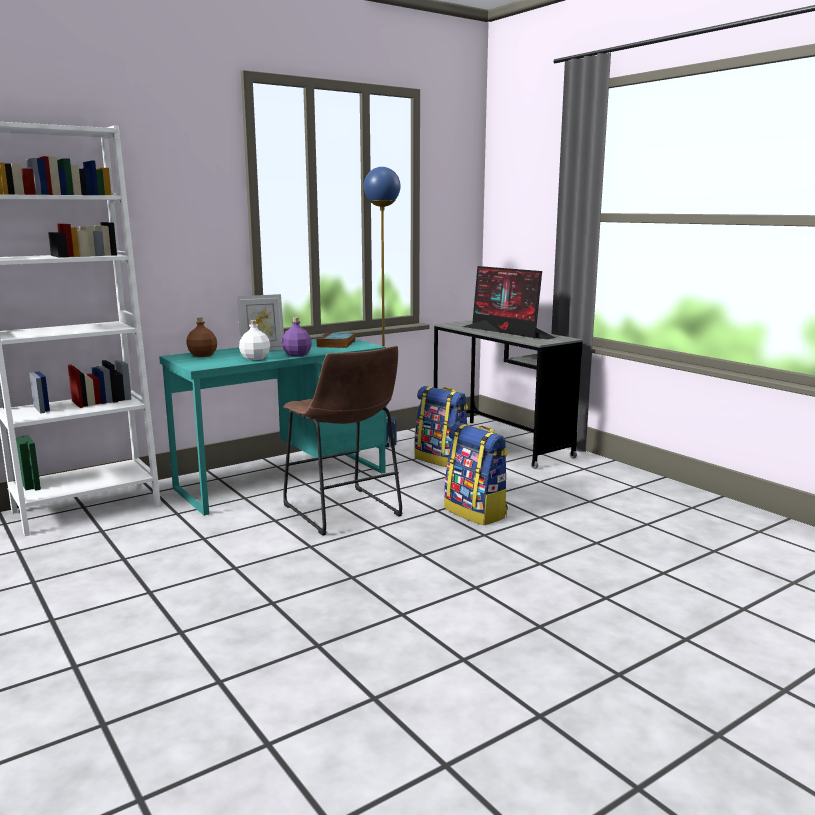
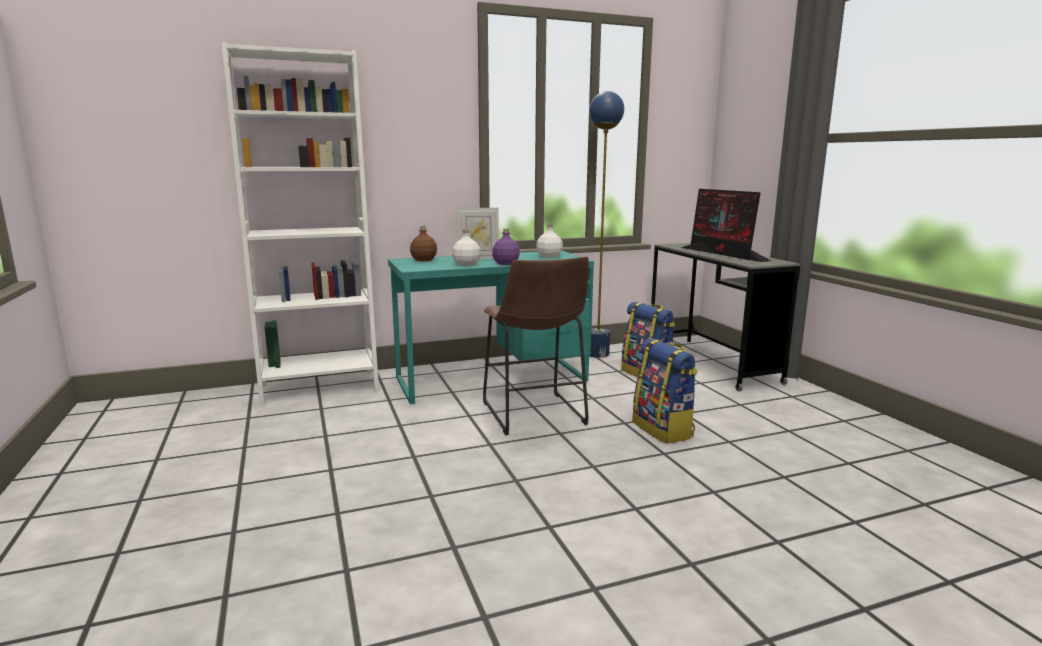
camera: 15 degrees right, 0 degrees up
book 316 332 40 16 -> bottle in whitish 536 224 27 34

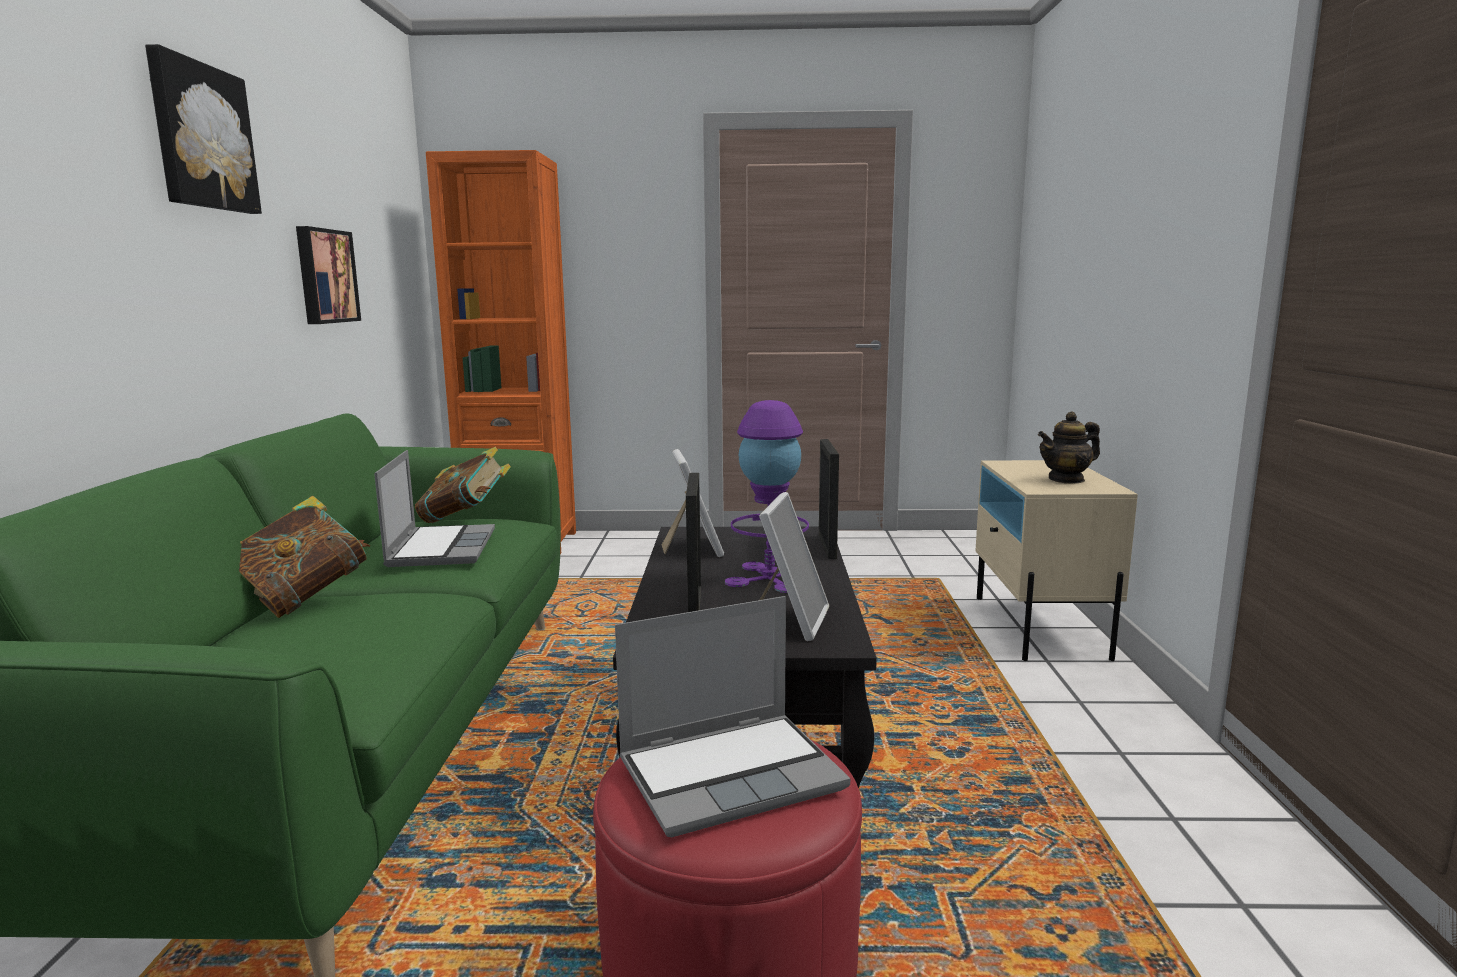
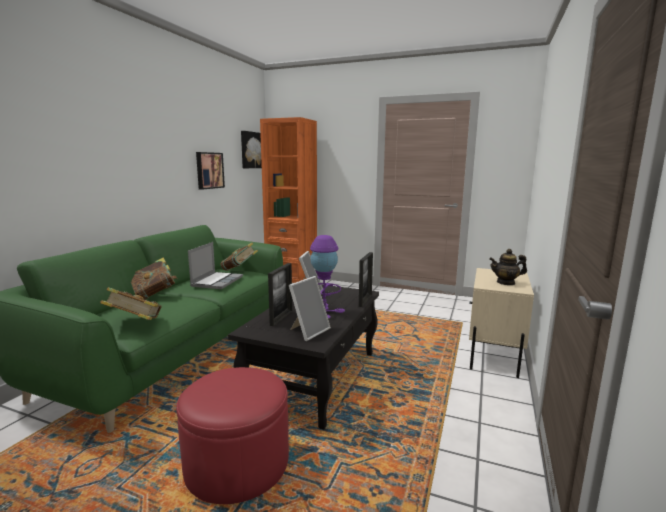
camera: 20 degrees right, 0 degrees up
wall art 145 44 117 170 -> wall art 241 131 21 37, moved
laptop 615 596 235 241 -> none
none -> book 100 287 62 33

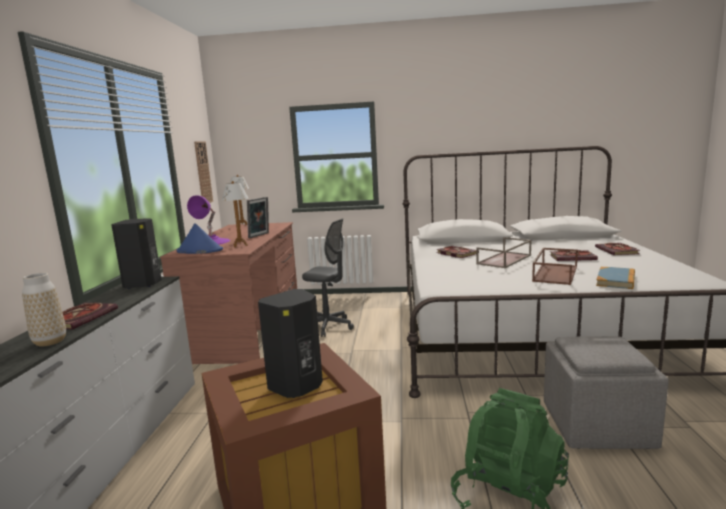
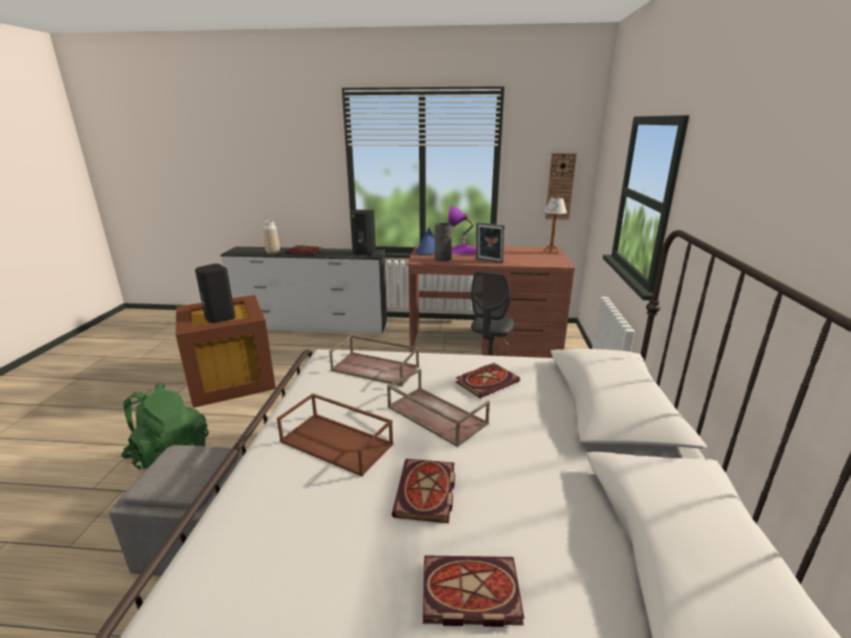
camera: 90 degrees right, 10 degrees up
lamp for a table 222 181 26 66 -> decorative vase in greyish 434 223 18 38
book 596 267 39 22 -> none
none -> carrying tray in brown-coloured 329 335 90 51

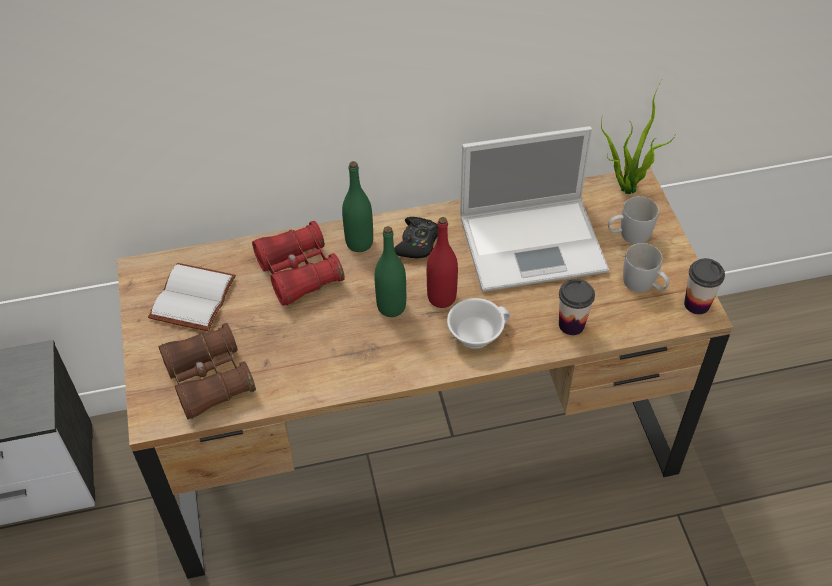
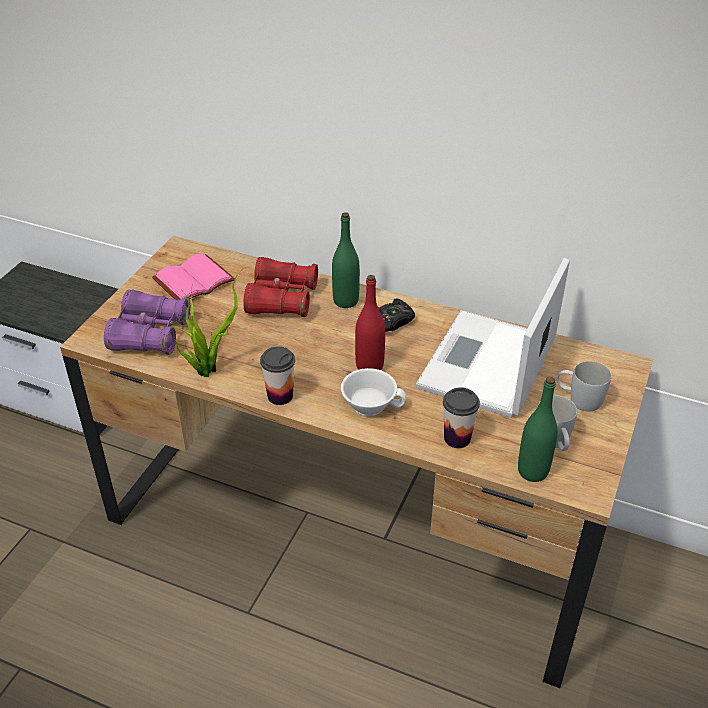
camera: 35 degrees right, 10 degrees down
houseplant 601 80 75 114 -> houseplant 174 270 68 107, moved
laptop 460 126 149 166 -> laptop 416 258 154 160, 90 degrees clockwise
bottle in green-coloured 375 226 31 91 -> bottle in green-coloured 518 377 40 105, moved
drinking cup 684 258 41 57 -> drinking cup 260 346 35 59, moved
book in whitish 148 263 88 68 -> book in pink 152 253 83 47
field glasses in brown-coloured 158 323 98 96 -> field glasses in purple 104 290 87 65

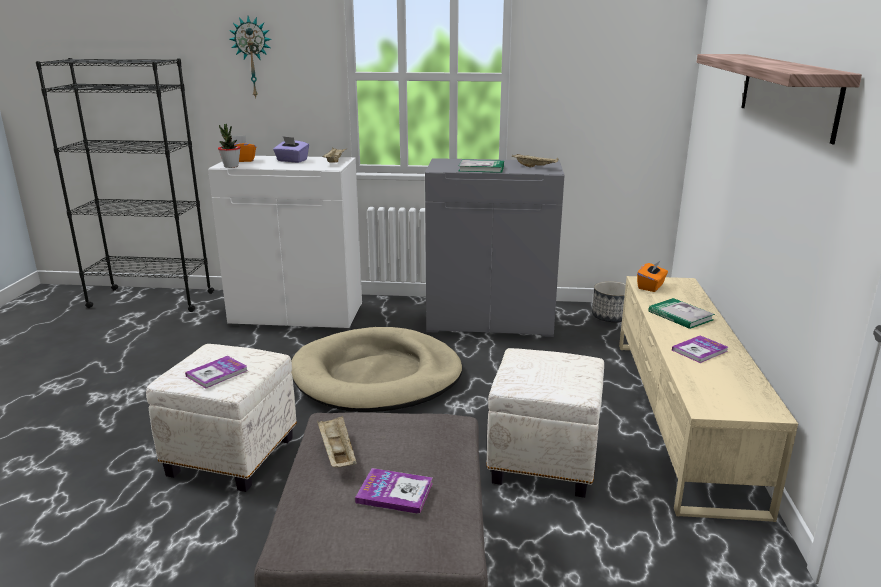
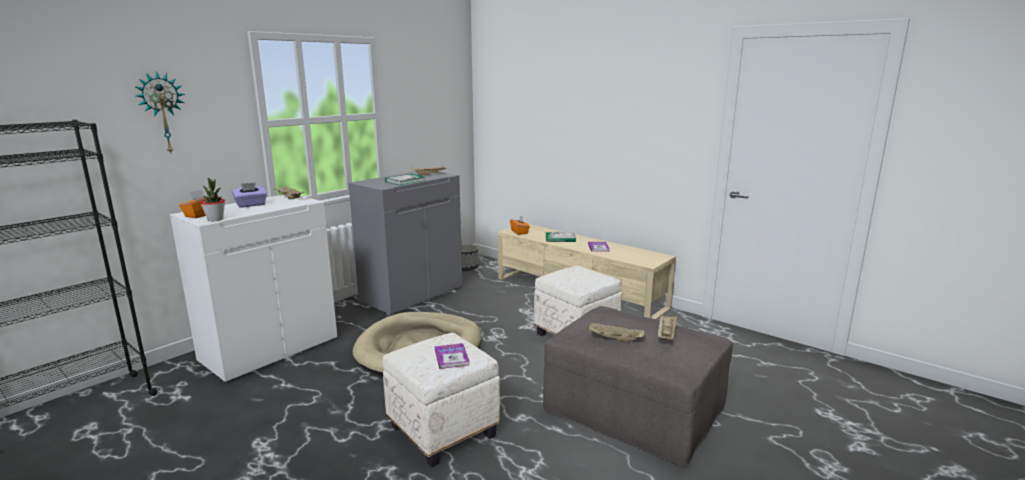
camera: 55 degrees left, 5 degrees down
wall shelf 697 54 165 90 -> none
book 355 468 78 46 -> carrying tray in sand-coloured 657 314 20 27

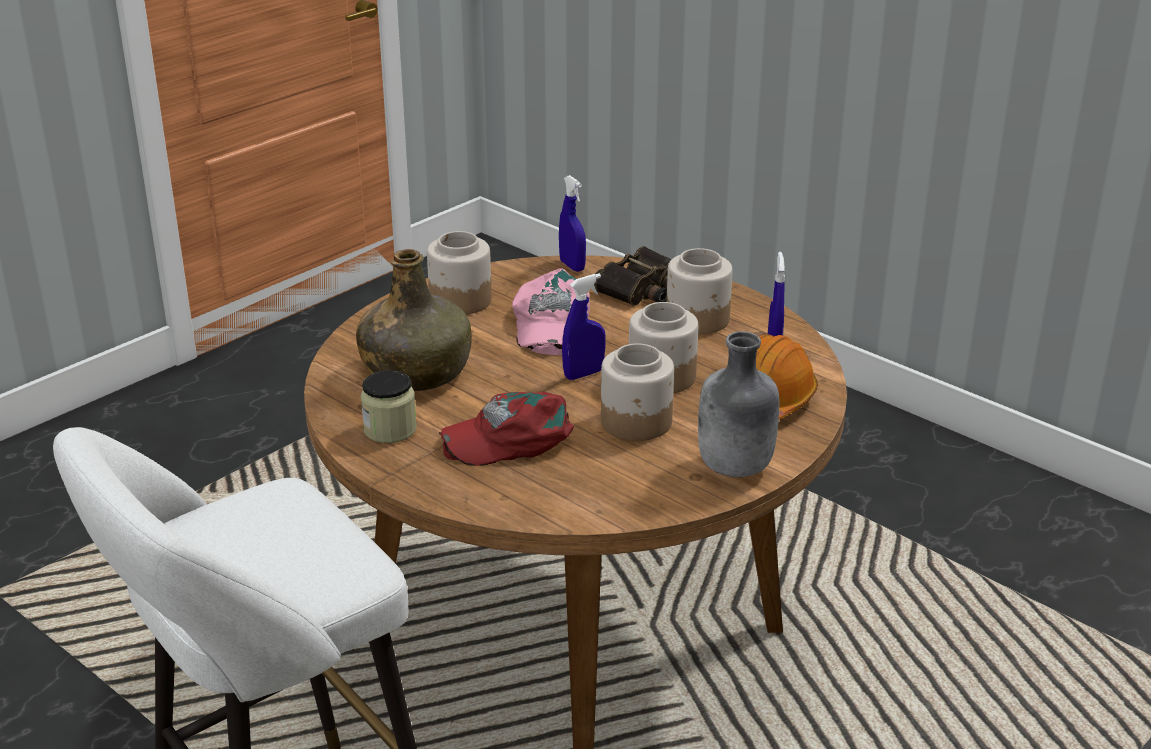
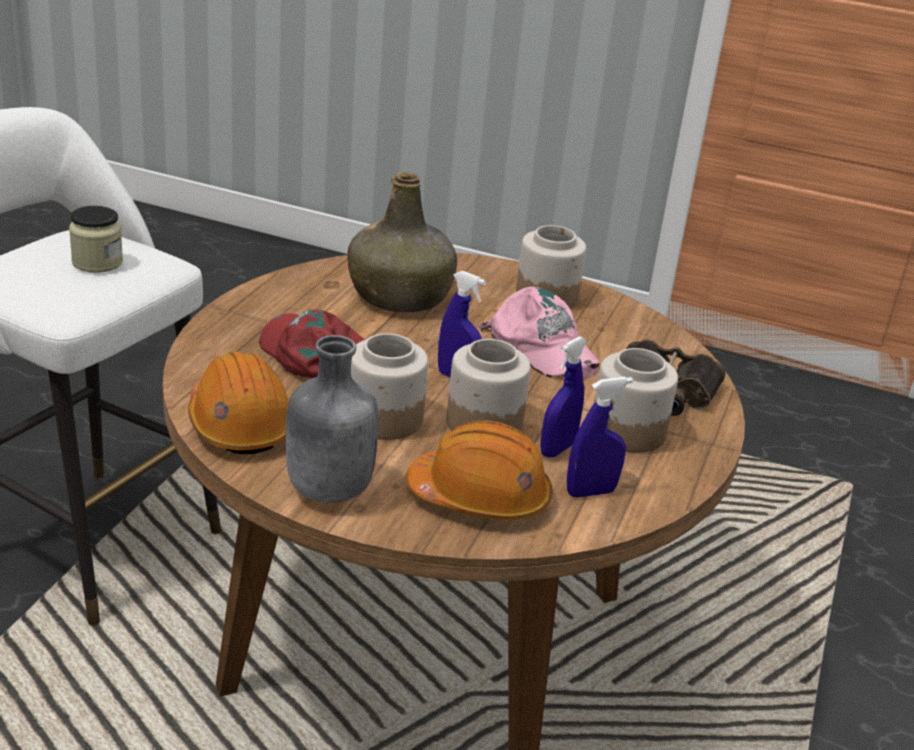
camera: 65 degrees right, 0 degrees up
sprayer in bluish 559 175 27 97 -> sprayer in bluish 540 336 47 122, moved
cap in pink 512 268 78 87 -> cap in pink 479 287 121 91, 105 degrees counterclockwise
preserve jar 361 370 56 73 -> preserve jar 69 206 54 67, moved
none -> work helmet in orangey 188 351 101 103

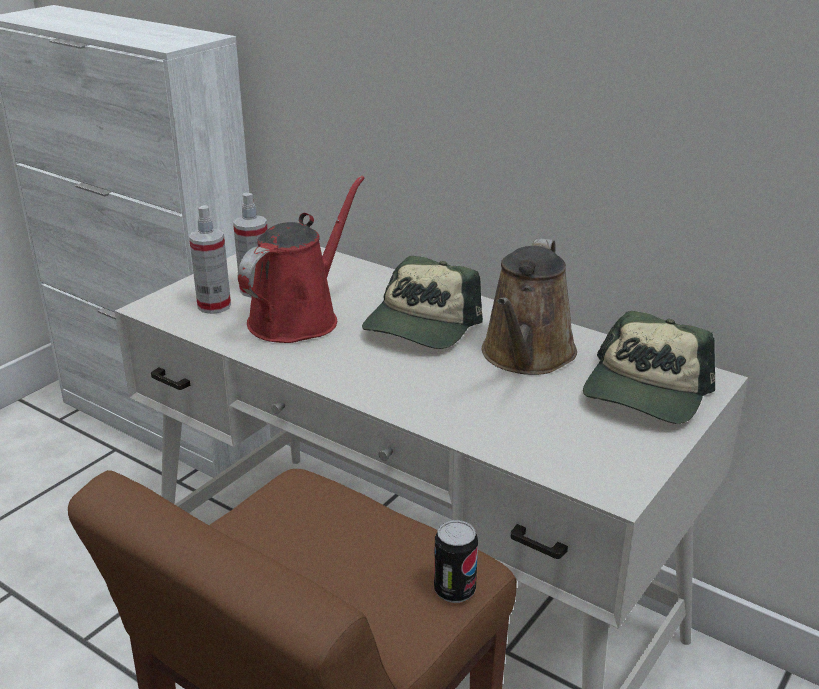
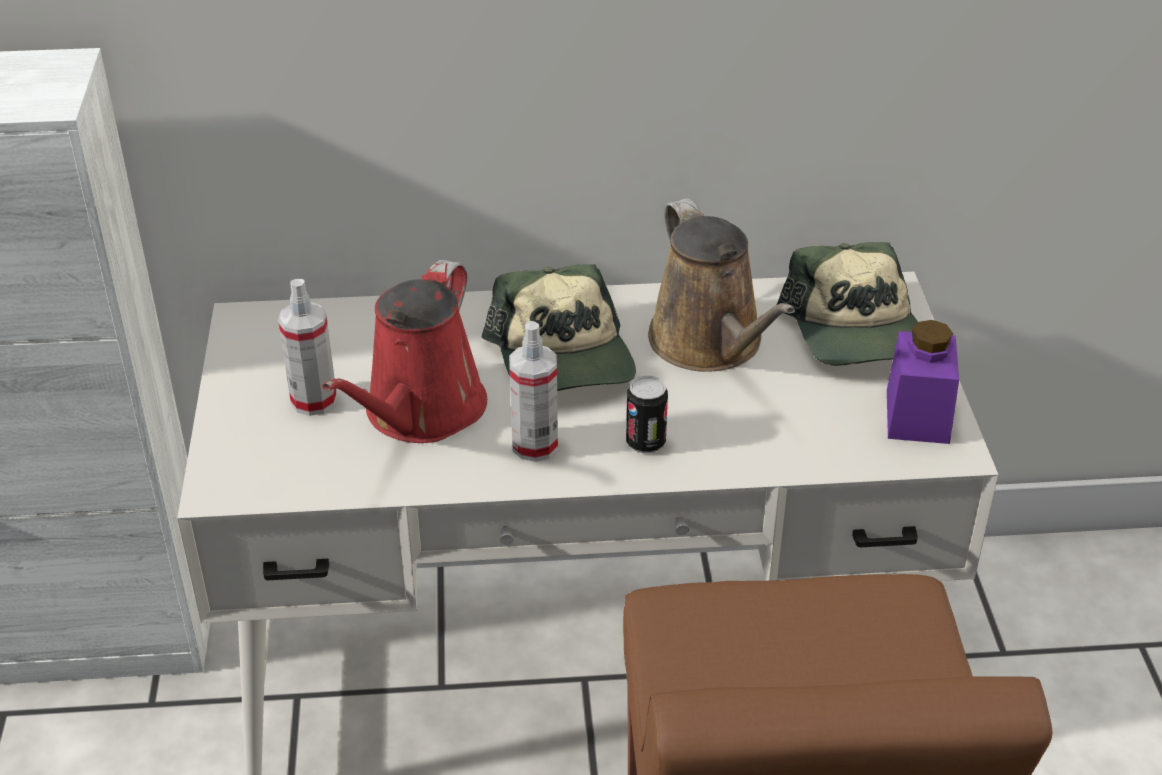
camera: 40 degrees left, 10 degrees up
watering pot in reddish 238 175 127 168 -> watering pot in reddish 322 260 165 183, 150 degrees counterclockwise
sprayer 189 205 42 109 -> sprayer 509 321 49 141, moved
can 434 520 44 83 -> can 626 376 42 78, moved
none -> preserve jar in purple 887 320 72 124

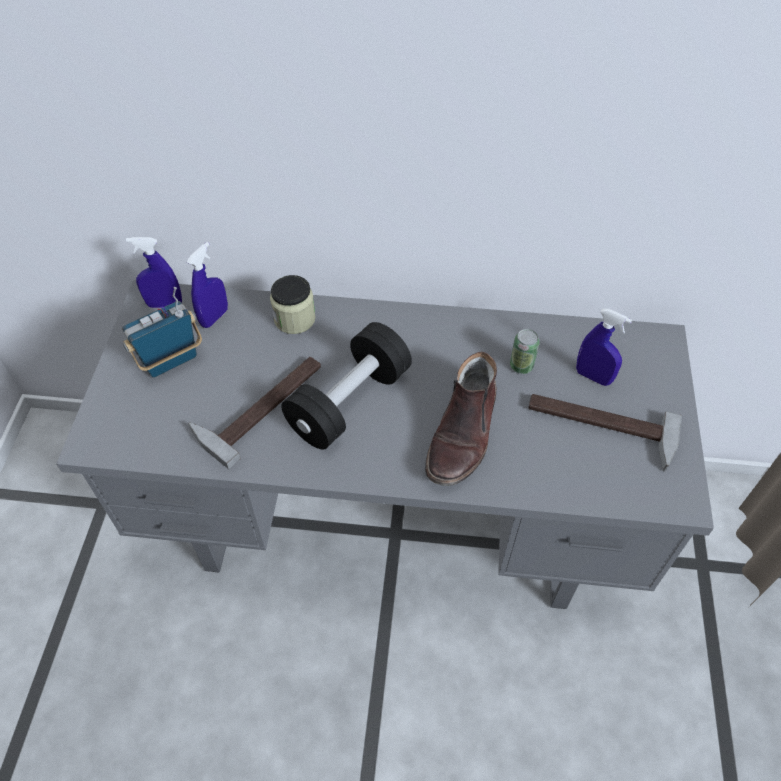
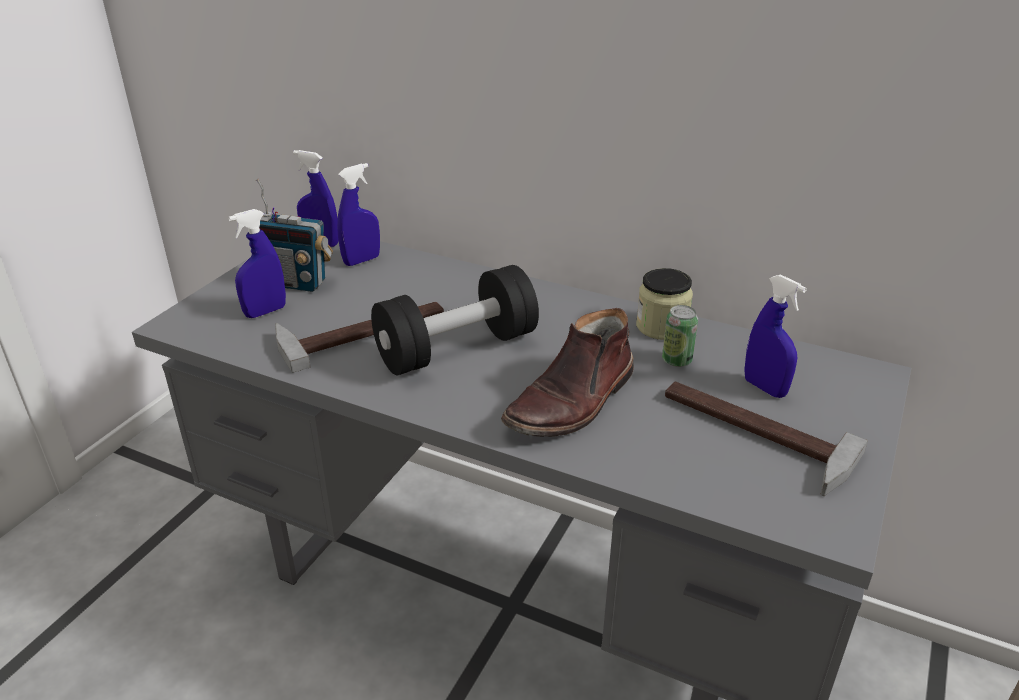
camera: 20 degrees right, 20 degrees down
preserve jar 270 275 46 59 -> preserve jar 636 268 57 72, moved
radio set 122 287 80 91 -> radio set 256 178 77 114, 150 degrees counterclockwise
none -> sprayer in bluish 228 209 58 109

